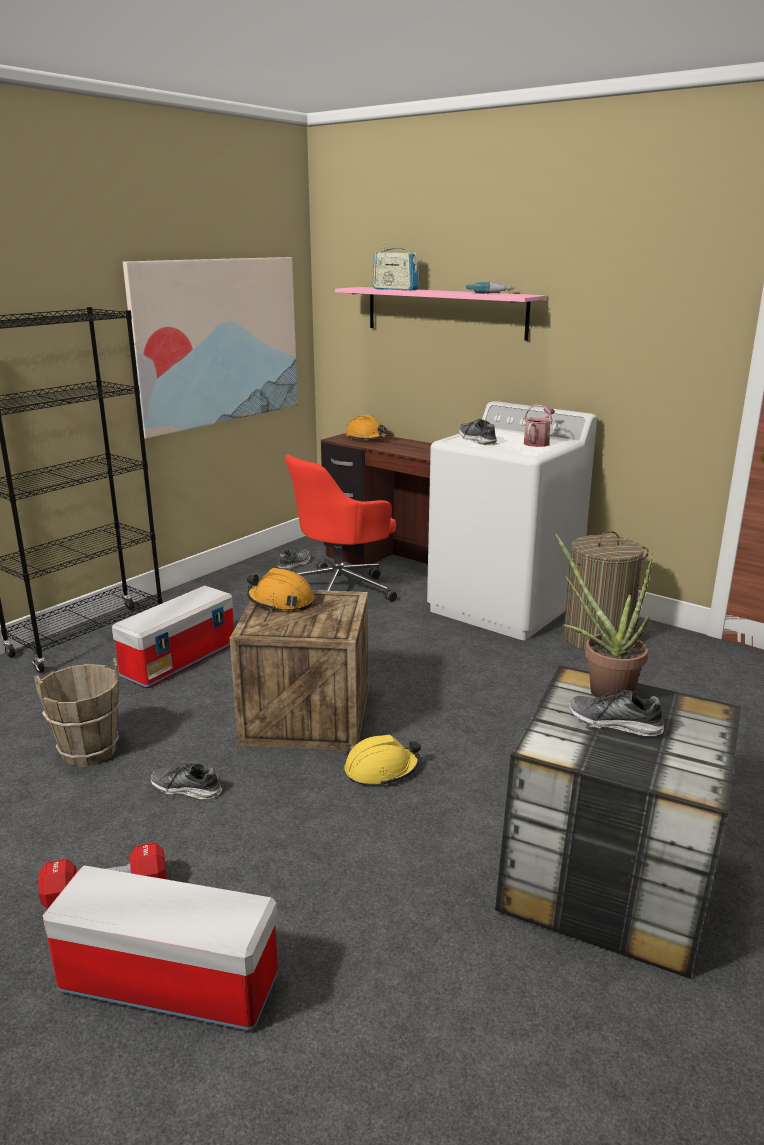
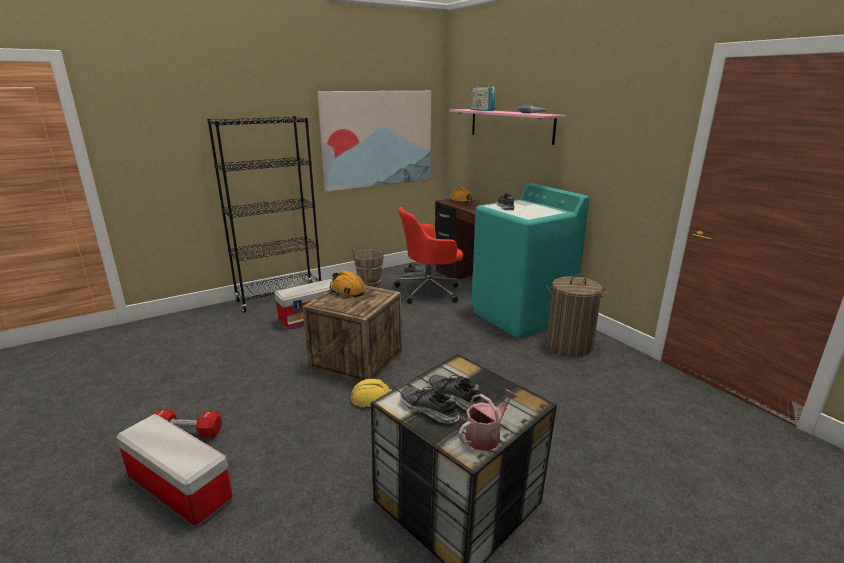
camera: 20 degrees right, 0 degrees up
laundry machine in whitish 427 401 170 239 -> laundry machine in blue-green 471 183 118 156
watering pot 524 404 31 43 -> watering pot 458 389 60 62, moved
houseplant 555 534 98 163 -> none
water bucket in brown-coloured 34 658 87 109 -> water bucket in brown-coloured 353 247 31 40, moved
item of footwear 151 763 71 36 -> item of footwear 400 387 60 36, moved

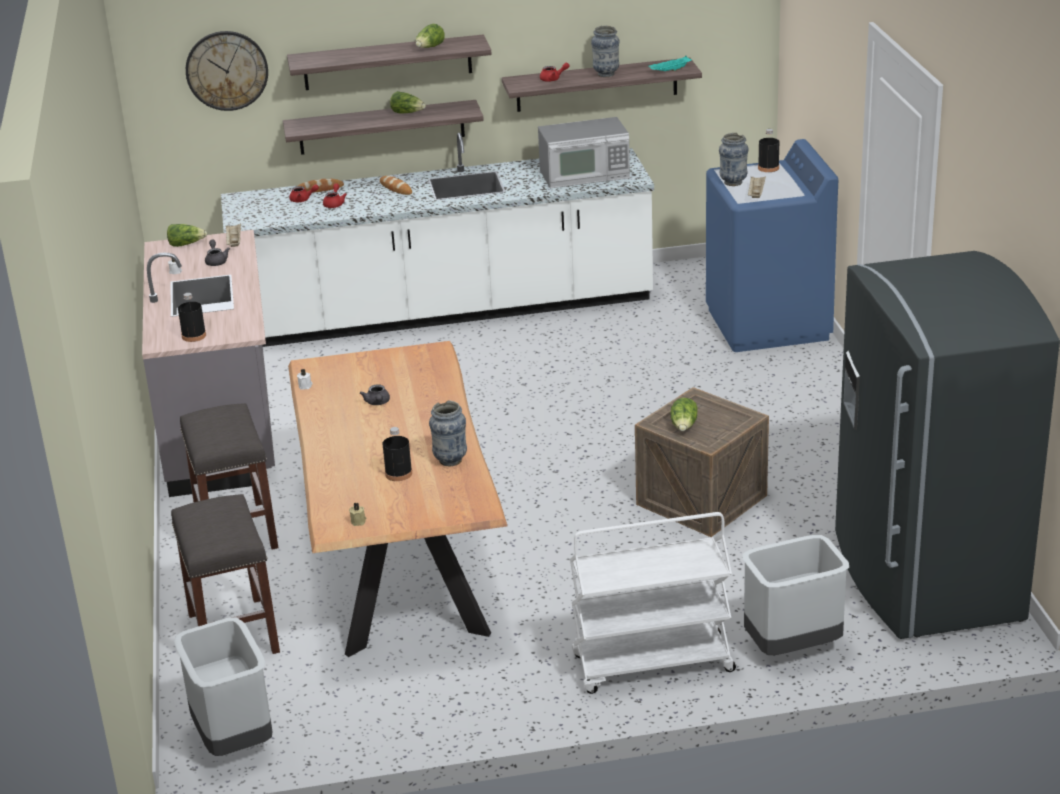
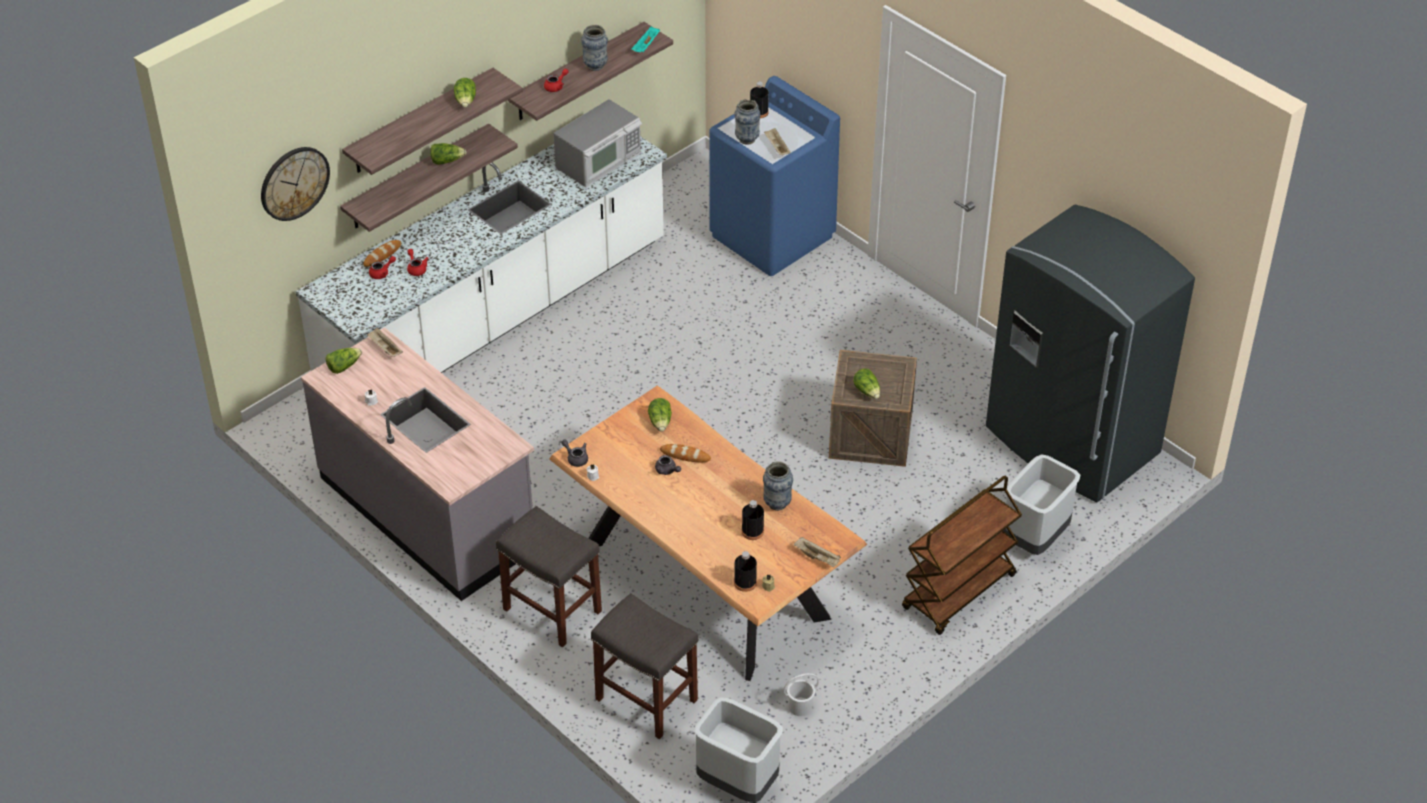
camera: 35 degrees left, 15 degrees up
bread 380 176 32 19 -> bread 660 444 51 18, moved
pot for tea in greyish 205 240 25 26 -> pot for tea in greyish 561 439 27 28, moved
bottle in blackish 178 293 28 49 -> bottle in blackish 734 551 23 41, moved
trolley in whitish 570 512 166 182 -> trolley in brown-coloured 902 476 120 159
none -> head of lettuce 648 398 24 34
none -> carrying tray in sand-coloured 794 537 47 30
none -> water bucket in whitish 784 673 35 43

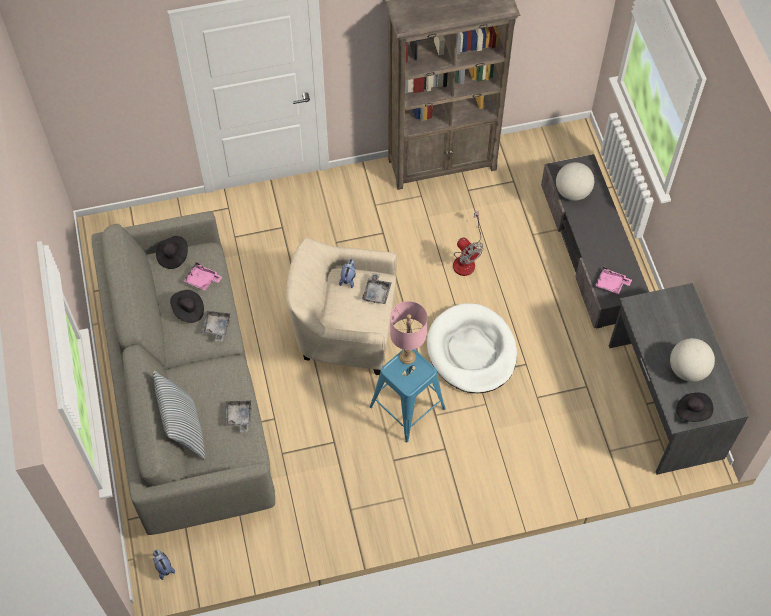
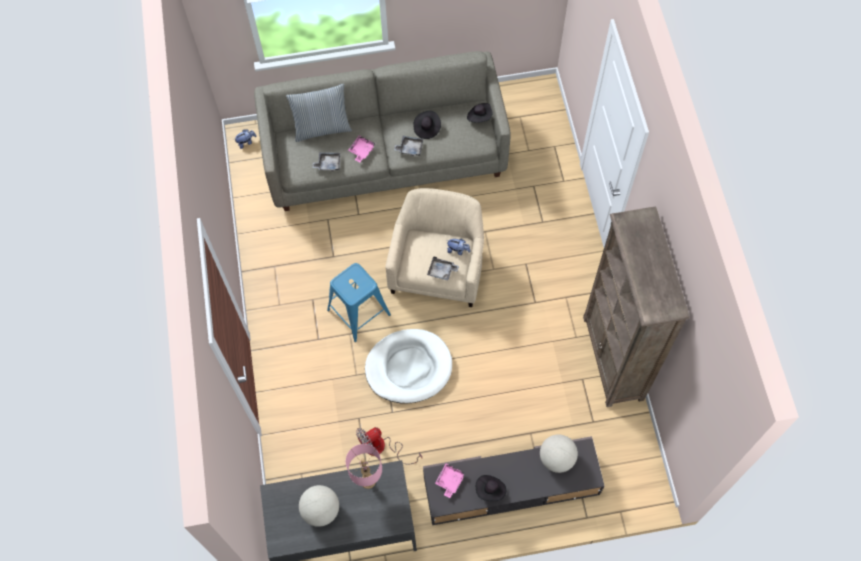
camera: 95 degrees right, 5 degrees up
fan 453 211 30 65 -> fan 356 427 66 38, moved
carrying tray in pink 184 262 38 29 -> carrying tray in pink 348 135 28 27, moved
lamp for a table in pink 390 301 37 63 -> lamp for a table in pink 346 444 36 45, moved
clothing hat in blackish 676 393 37 29 -> clothing hat in blackish 476 475 30 26, moved

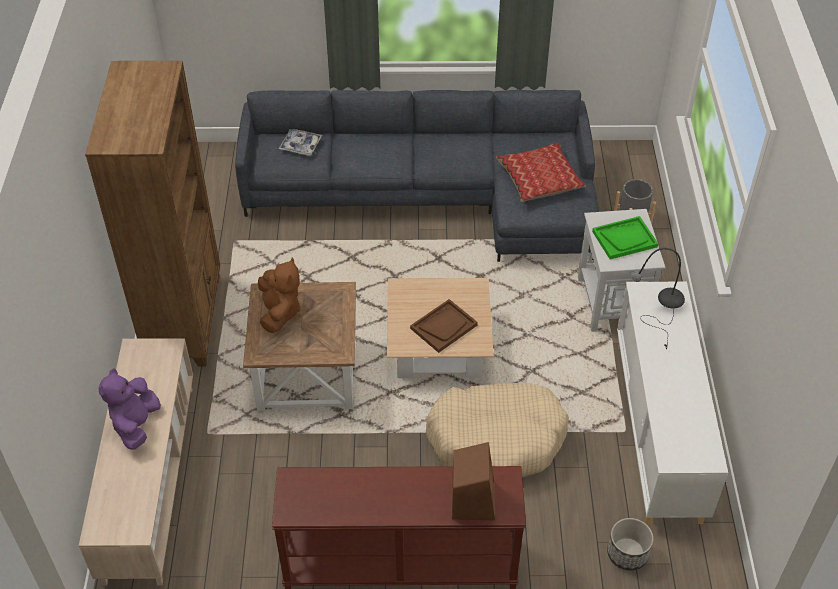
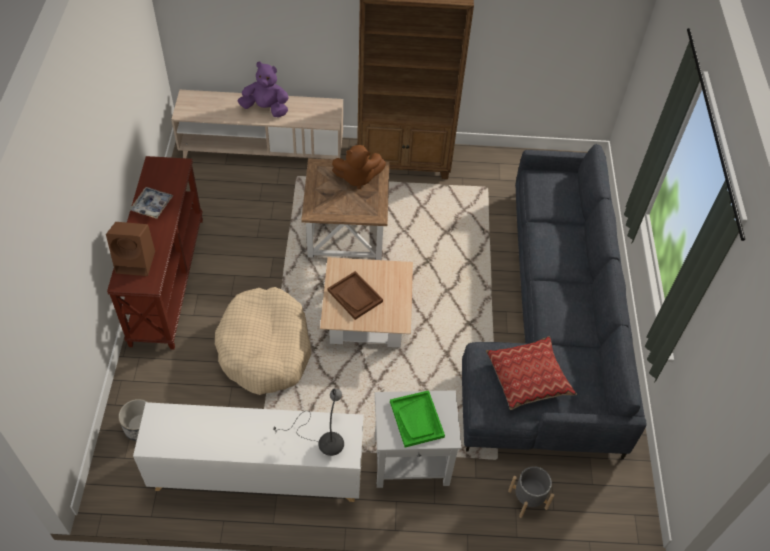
camera: 90 degrees right, 5 degrees up
carrying tray 279 129 43 27 -> carrying tray 130 187 43 32, moved

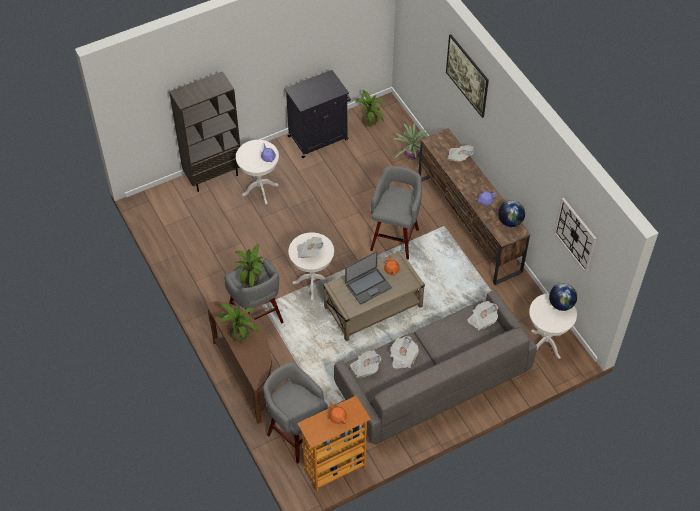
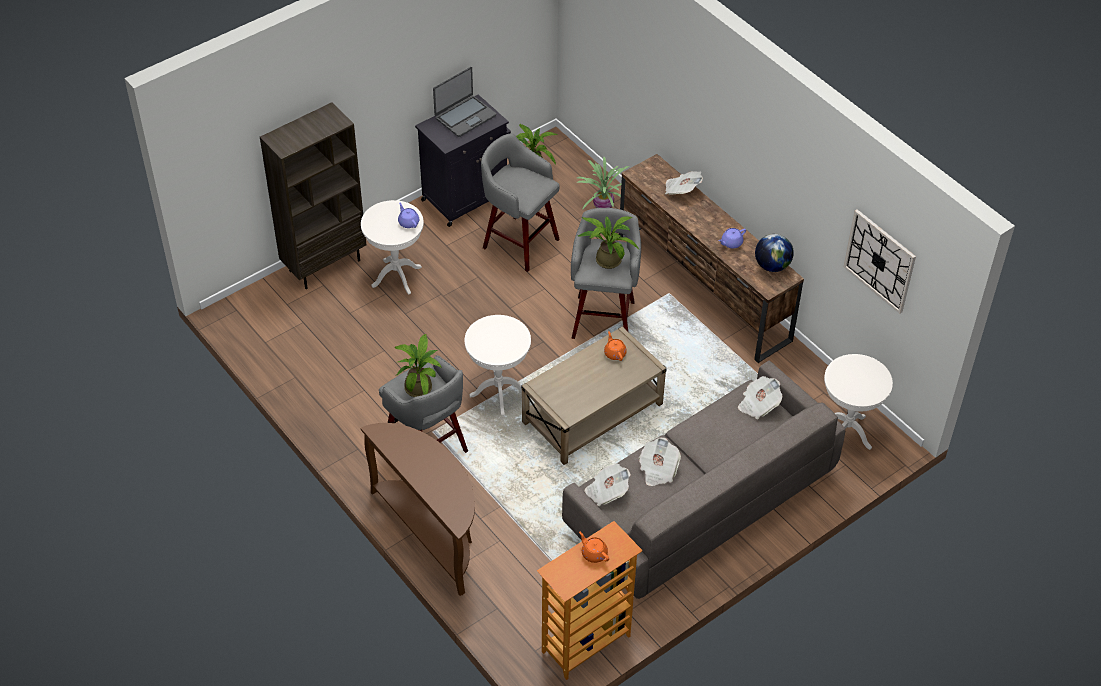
camera: 10 degrees left, 5 degrees down
wall art 446 34 43 84 -> none
daily paper 297 237 27 21 -> none
laptop 345 251 47 53 -> laptop 433 67 63 70, moved
globe 549 283 28 28 -> none
houseplant 216 303 44 40 -> houseplant 577 216 62 53, moved
stool in greyish 263 362 65 101 -> stool in greyish 481 133 79 139, moved

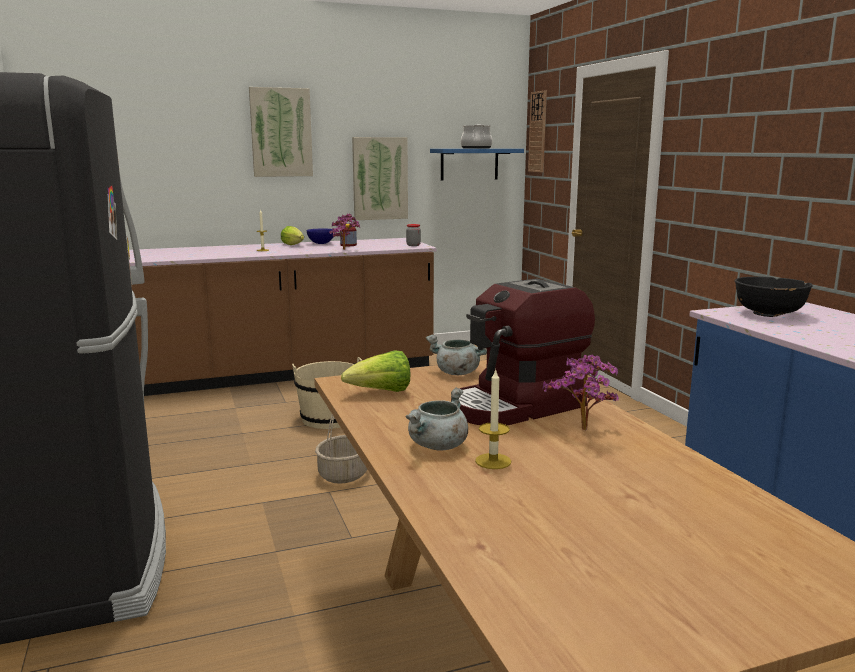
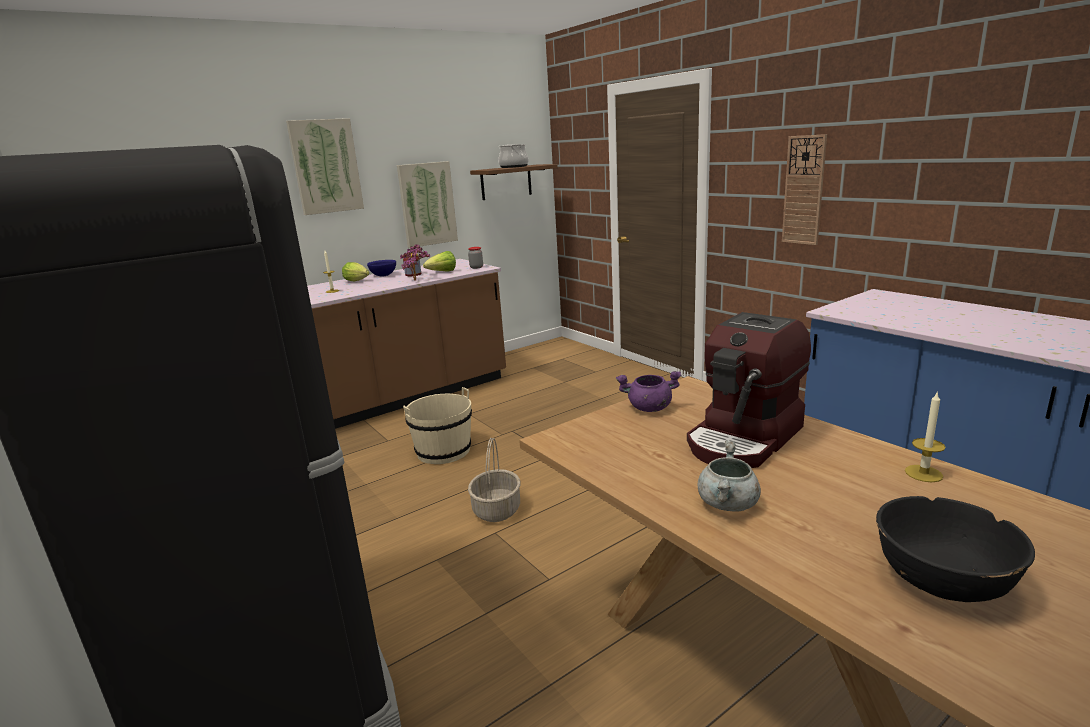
camera: 15 degrees left, 5 degrees up
clock on the wall 528 91 19 81 -> clock on the wall 782 134 45 111, moved
wall shelf in bluish 430 149 94 31 -> wall shelf in brown-coloured 470 164 88 36
deep dish in blackish 735 277 78 40 -> deep dish in blackish 876 496 159 106, moved
stockpot in greyish 426 335 61 40 -> stockpot in purple 616 371 66 41
head of lettuce 341 350 69 42 -> head of lettuce 423 251 33 20, moved
houseplant 542 355 77 75 -> none
wax candle 475 369 36 100 -> wax candle 905 393 40 89, moved

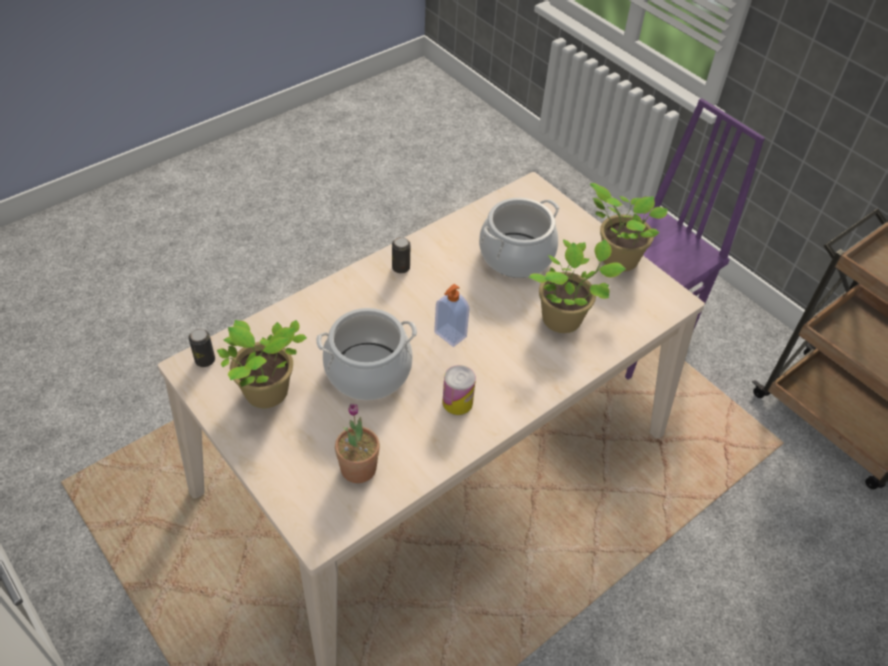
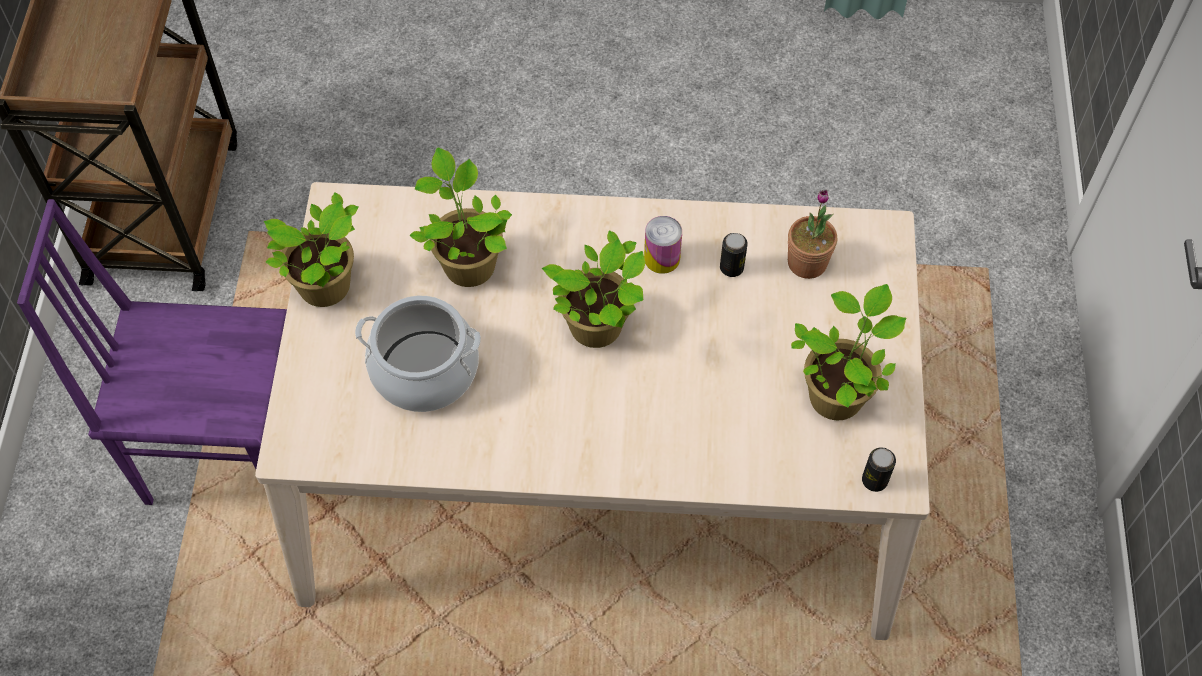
camera: 135 degrees left, 10 degrees up
can 392 237 19 36 -> can 720 233 28 44, moved
soap dispenser 434 284 35 63 -> houseplant 542 230 103 118
stockpot 316 308 101 92 -> none

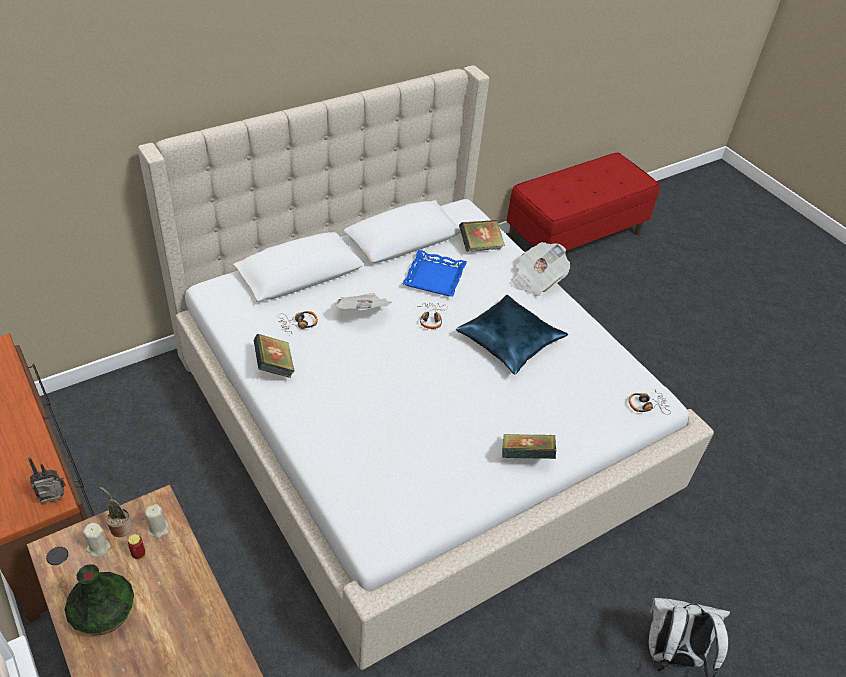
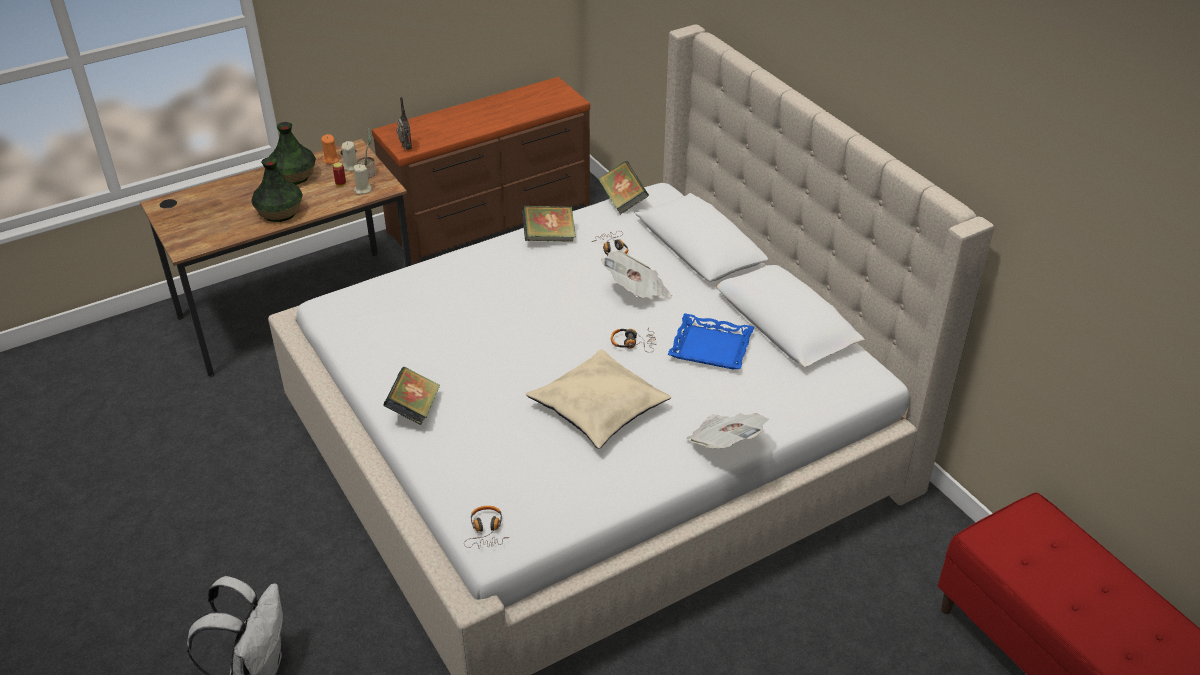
camera: 95 degrees right, 5 degrees down
book 459 220 46 32 -> book 598 161 51 53, moved
cushion in bluish 456 295 112 80 -> cushion in sand-coloured 526 349 145 100
none -> wax candle in orangey 321 134 18 30
none -> decorative vase 251 157 52 65

